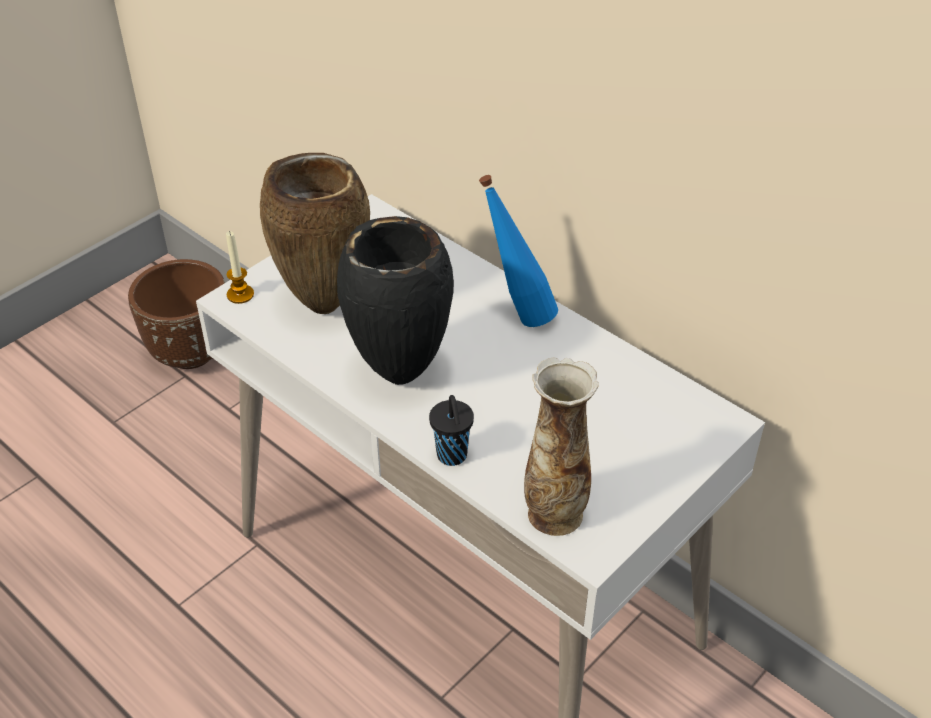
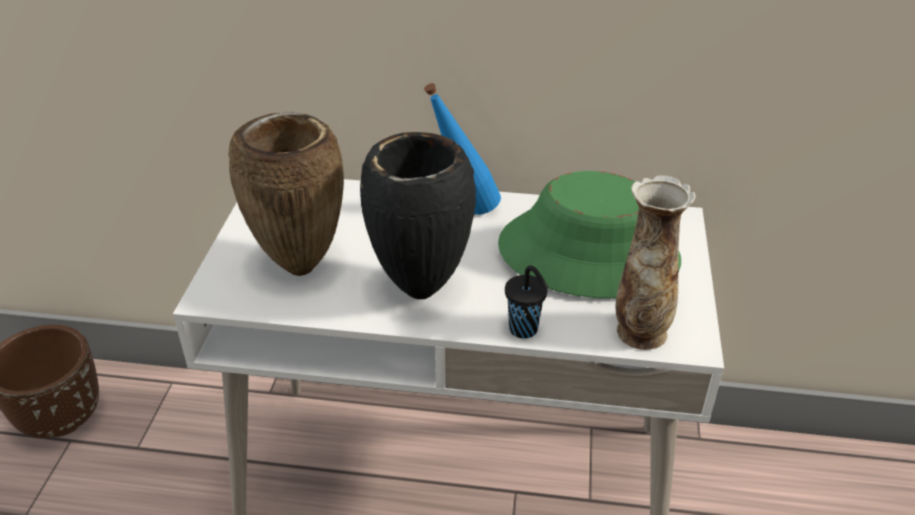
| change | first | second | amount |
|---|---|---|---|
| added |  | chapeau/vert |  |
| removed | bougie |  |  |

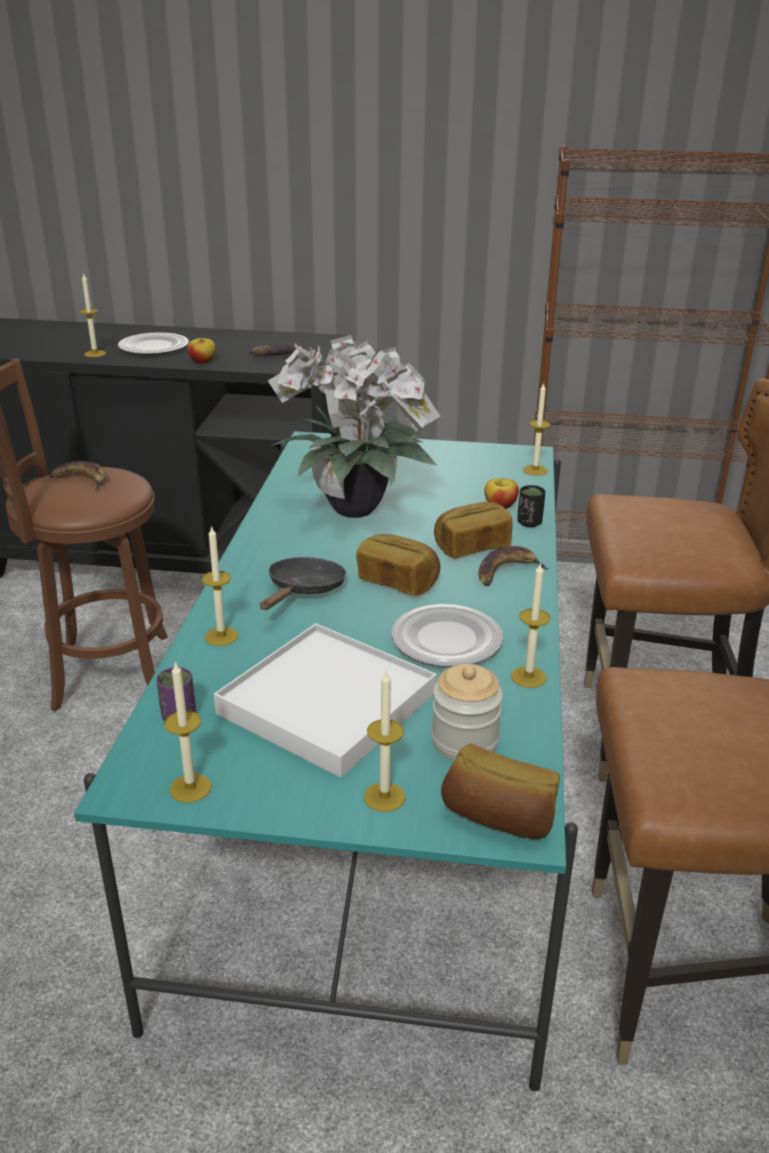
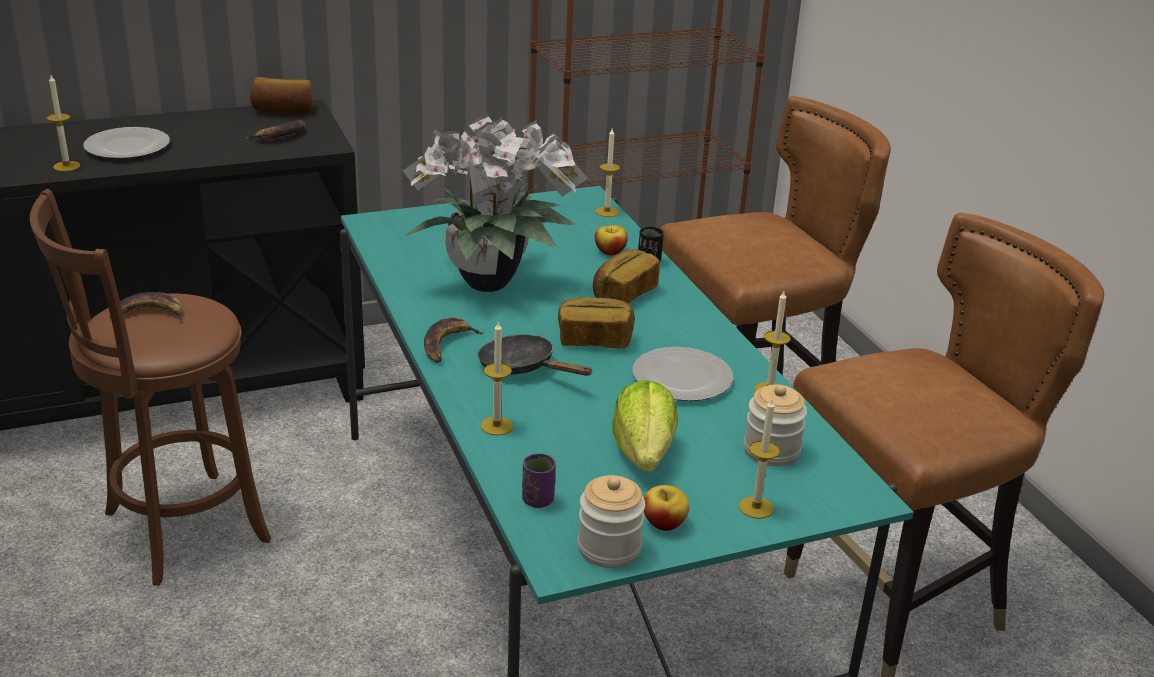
| change | first | second | amount |
|---|---|---|---|
| moved | pain (3rd from left in the first image) | pain (1st from left) |  |
| moved | banane (3rd from left) |  |  |
| turned | poêle/noir |  | 45 degrees counterclockwise |
| replaced | bougie (2nd from left) | bocal (1st from left) |  |
| replaced | plateau/blanc | laitue |  |
| moved | pomme (1st from left in the first image) | pomme (2nd from left) |  |

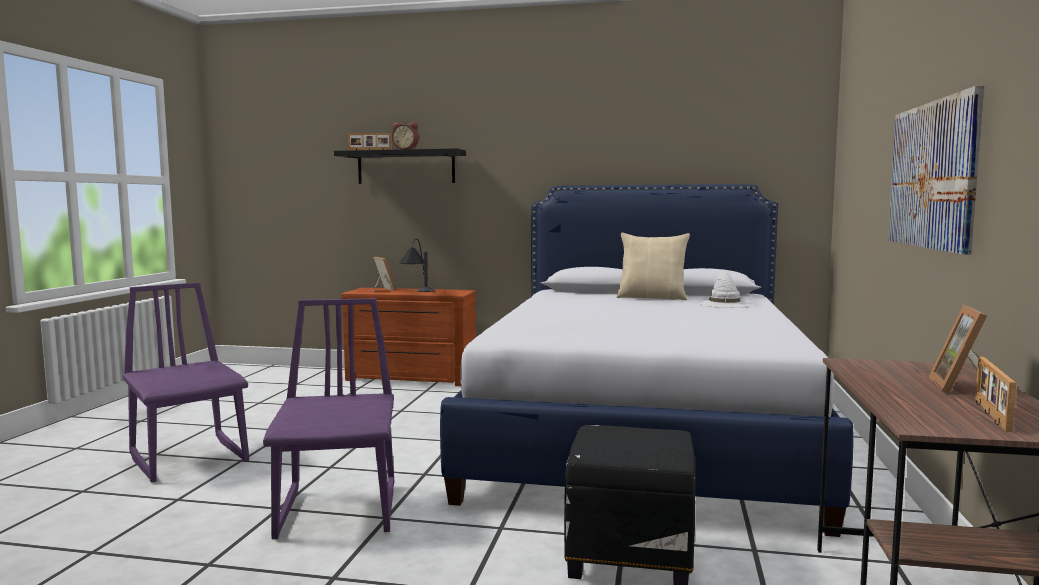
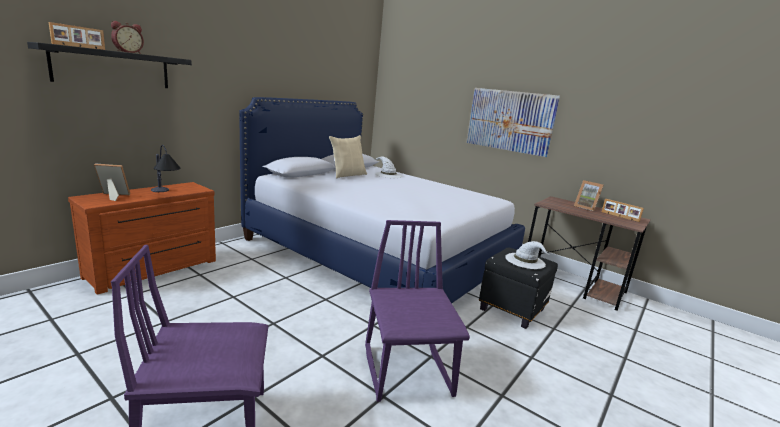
| change | first | second | amount |
|---|---|---|---|
| turned | chaise/violet (2nd from left) |  | 60 degrees clockwise |
| added |  | chapeau/blanc (2nd from left) |  |

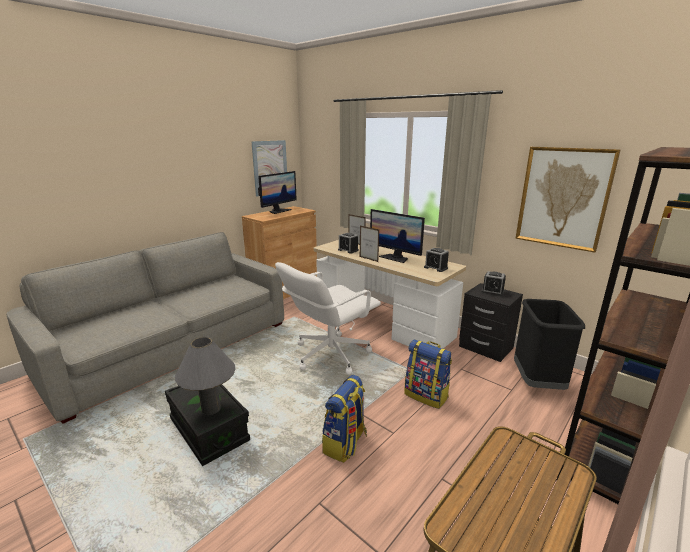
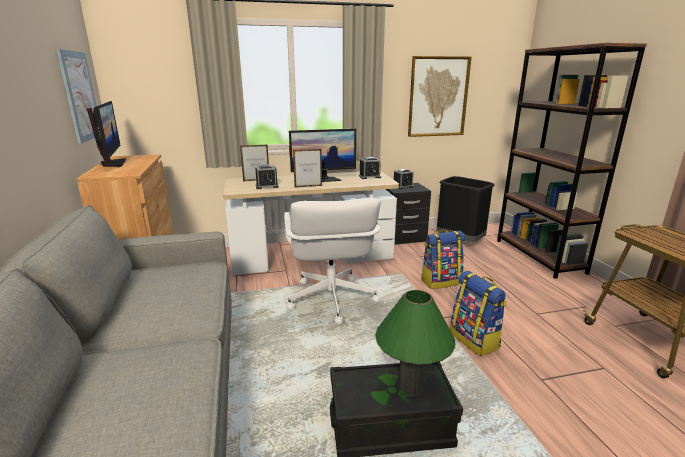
| change | first | second | amount |
|---|---|---|---|
| recoloured | lampe de table/gris | lampe de table/vert |  |

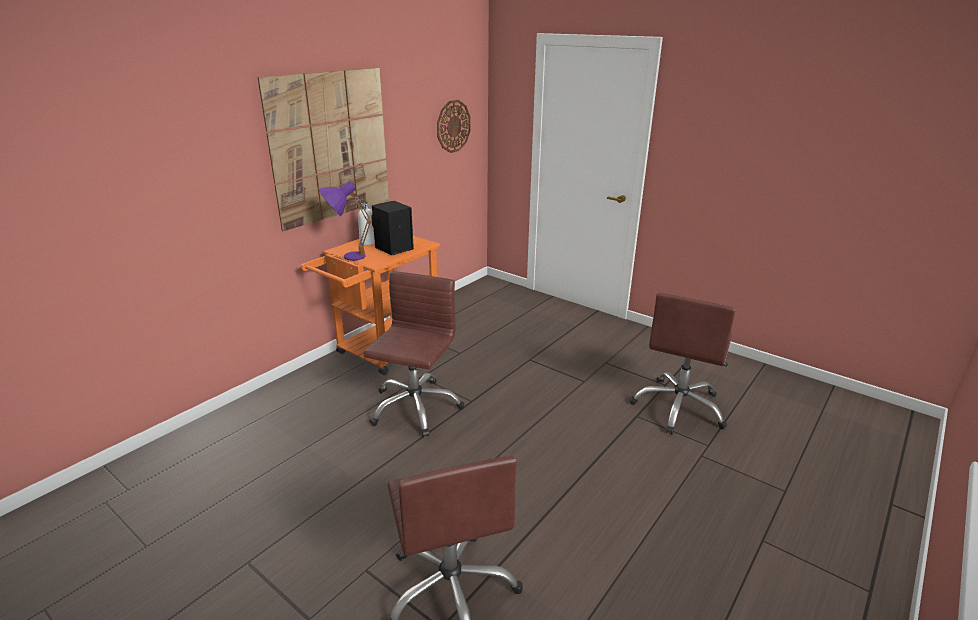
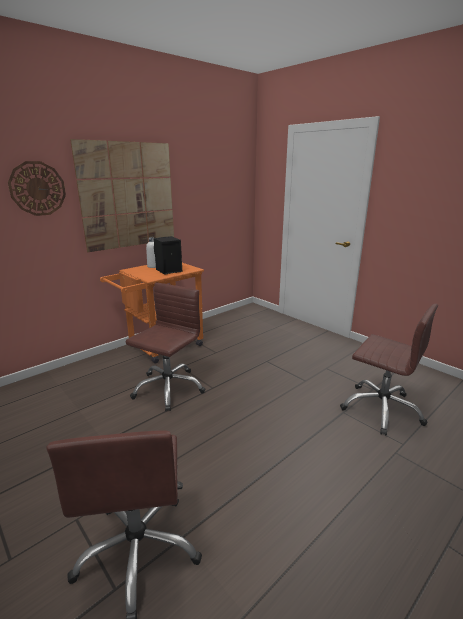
| change | first | second | amount |
|---|---|---|---|
| moved | horloge murale |  |  |
| turned | chaise de bureau/marron (3rd from left) |  | 90 degrees counterclockwise |
| removed | lampe de table/violet |  |  |

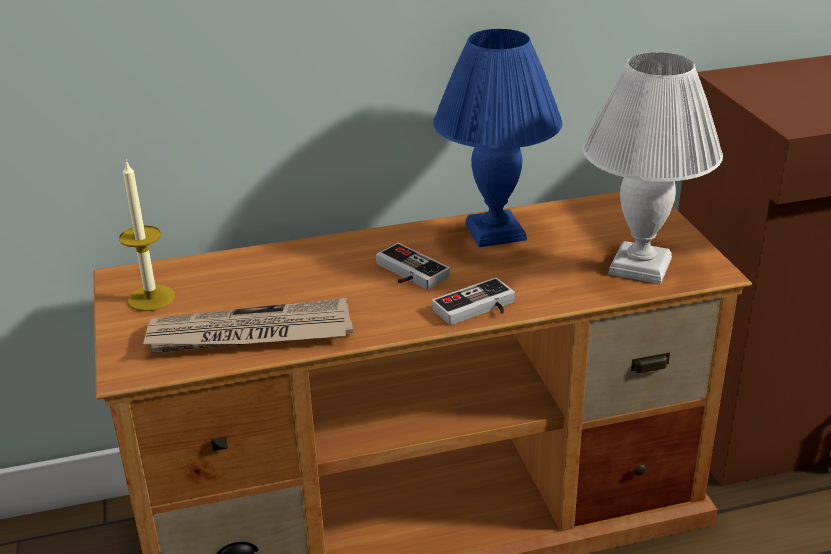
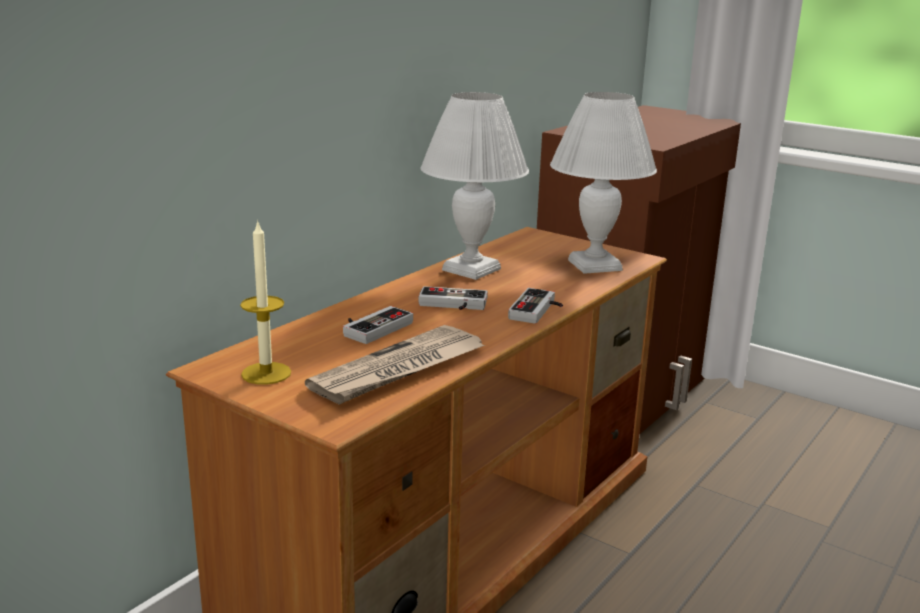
| change | first | second | amount |
|---|---|---|---|
| added |  | manette (1st from left) |  |
| recoloured | lampe de table/bleu | lampe de table/blanc (1st from left) |  |

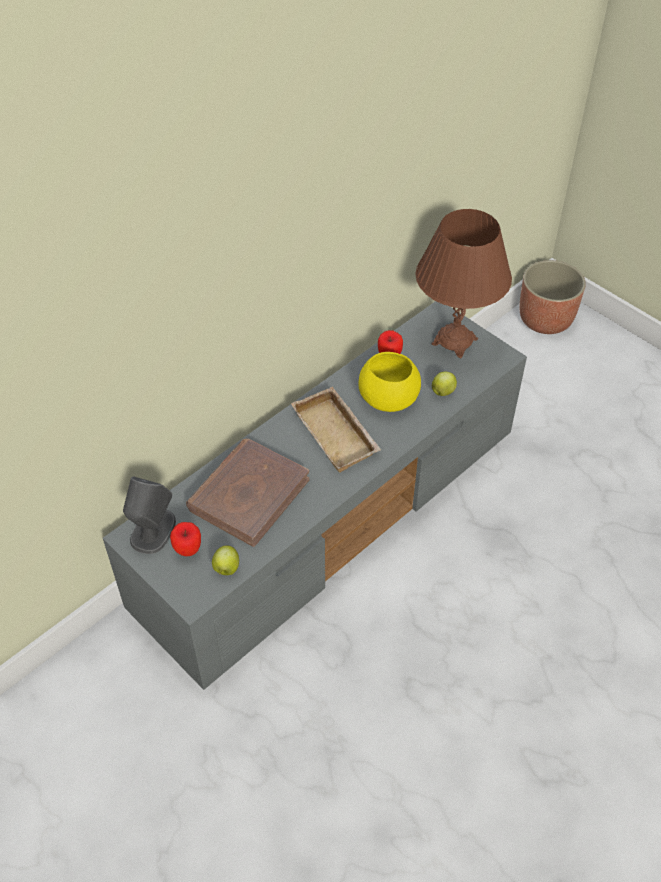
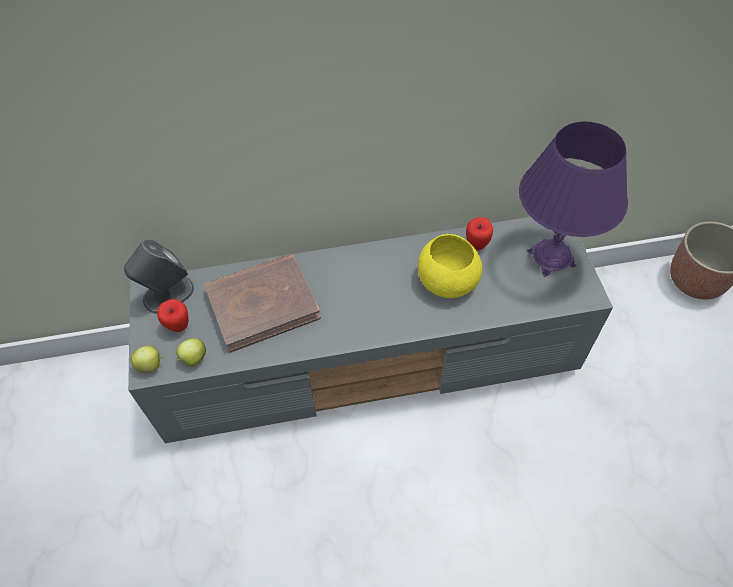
| change | first | second | amount |
|---|---|---|---|
| moved | pomme (4th from left in the first image) | pomme (1st from left) |  |
| recoloured | lampe de table/marron | lampe de table/violet |  |
| removed | plateau/beige |  |  |

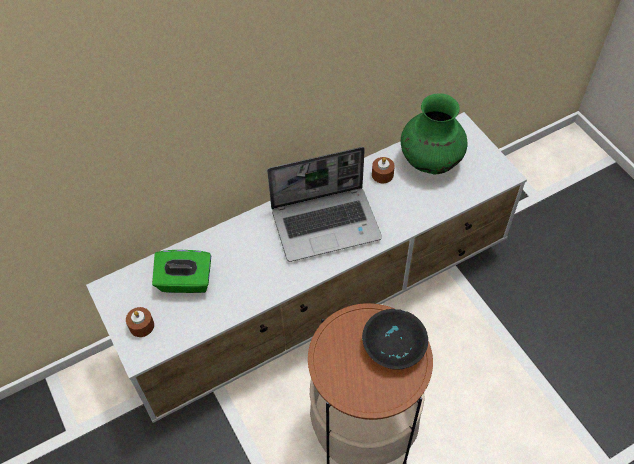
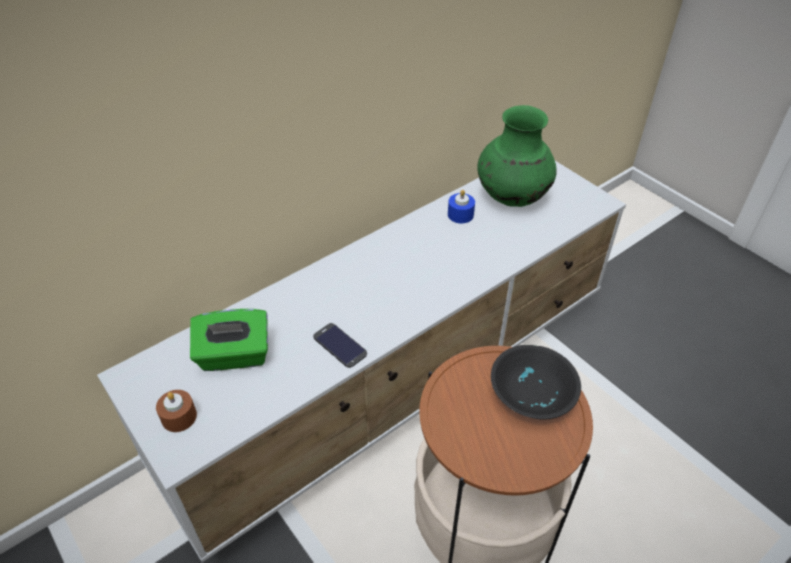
| change | first | second | amount |
|---|---|---|---|
| added |  | téléphone |  |
| recoloured | bougie/marron (2nd from left) | bougie/bleu |  |
| removed | ordinateur portable |  |  |

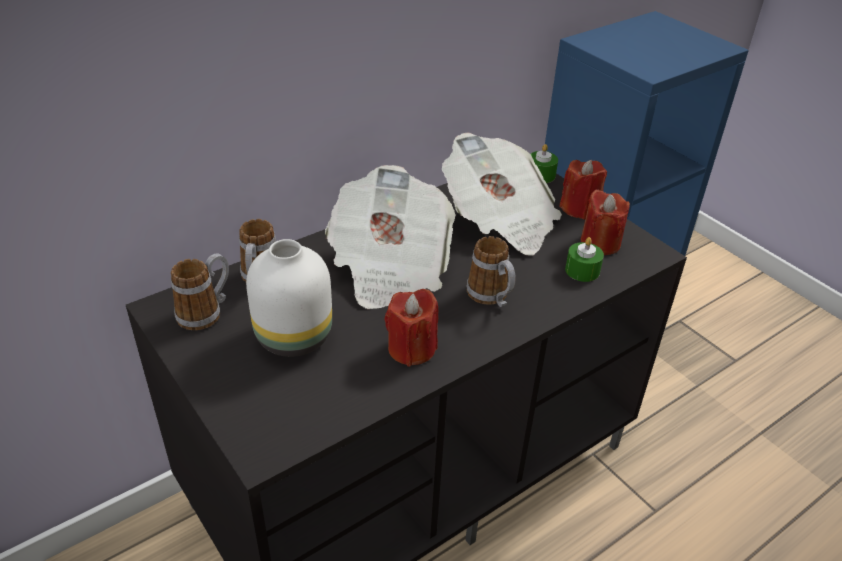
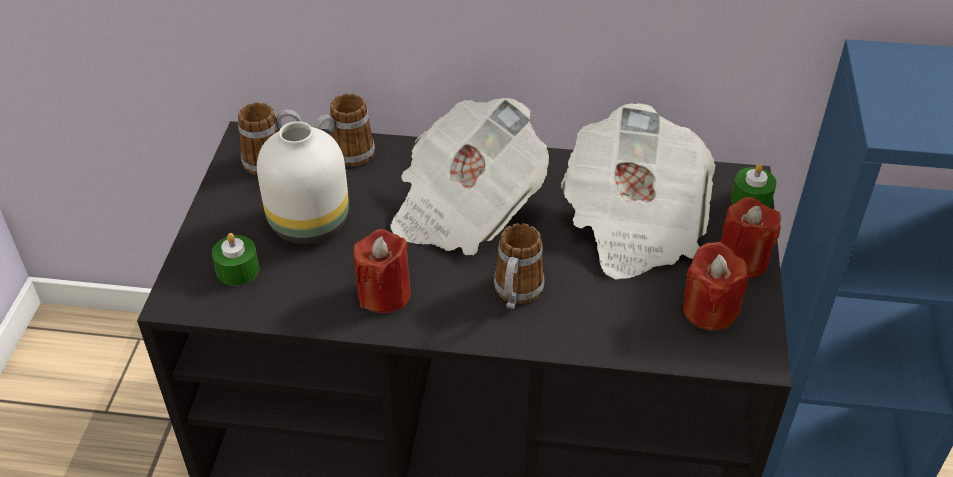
| change | first | second | amount |
|---|---|---|---|
| moved | bougie/vert (2nd from left in the first image) | bougie/vert (1st from left) |  |

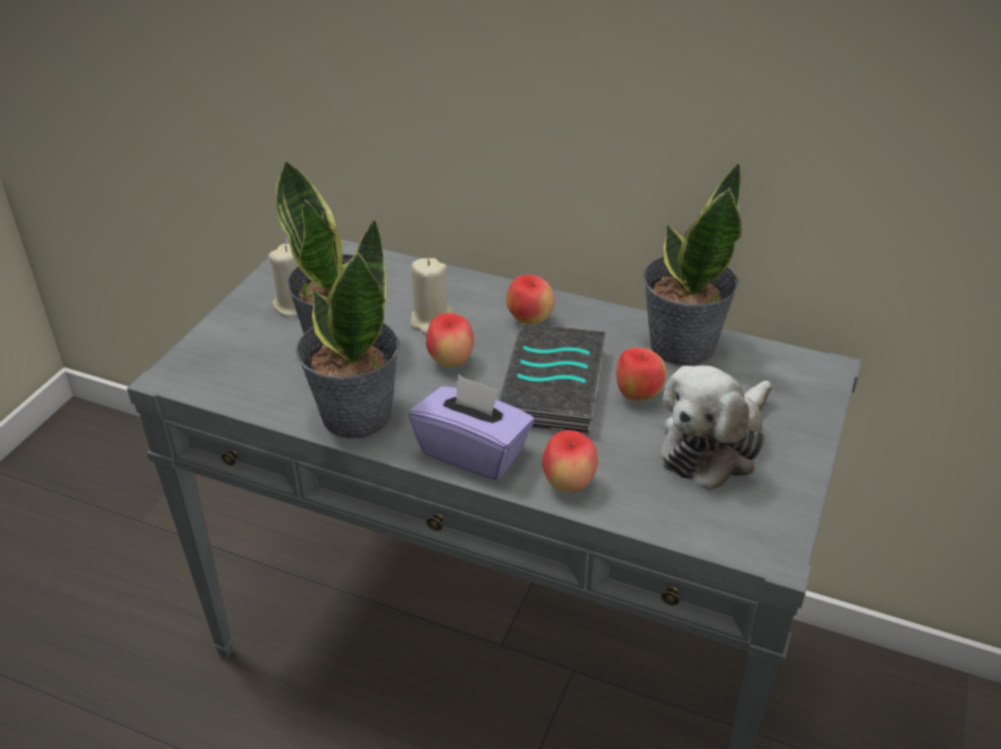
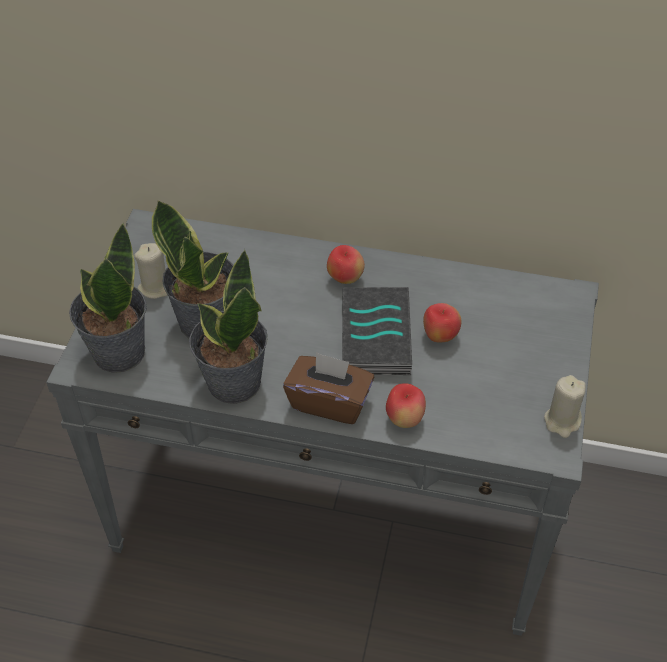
| change | first | second | amount |
|---|---|---|---|
| moved | plante en pot (3rd from left in the first image) | plante en pot (1st from left) |  |
| recoloured | boîte à mouchoirs/violet | boîte à mouchoirs/marron |  |
| moved | bougie/beige (2nd from left) |  |  |
| removed | pomme (1st from left) |  |  |
| removed | peluche |  |  |

